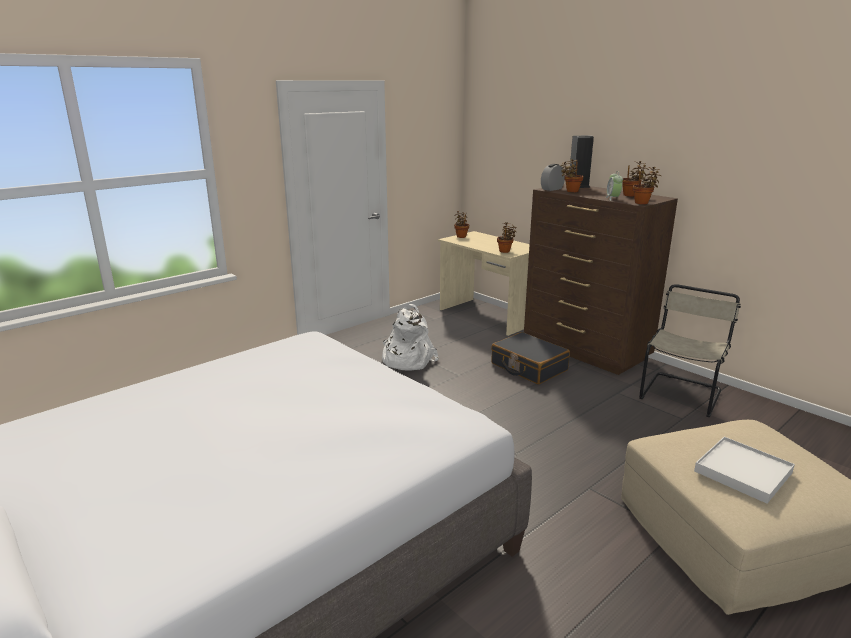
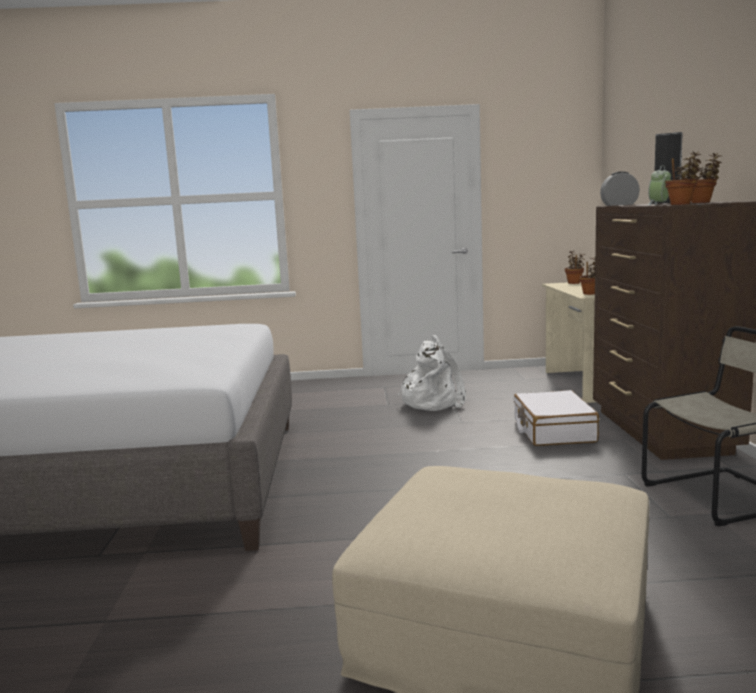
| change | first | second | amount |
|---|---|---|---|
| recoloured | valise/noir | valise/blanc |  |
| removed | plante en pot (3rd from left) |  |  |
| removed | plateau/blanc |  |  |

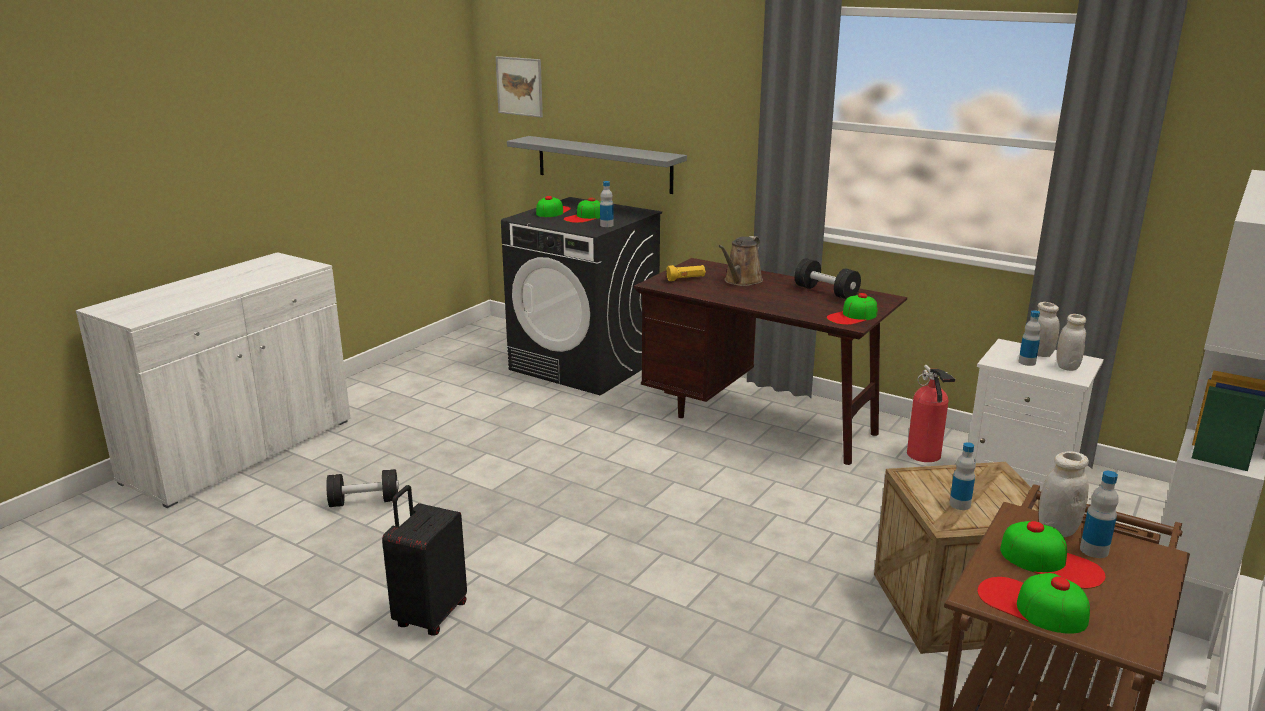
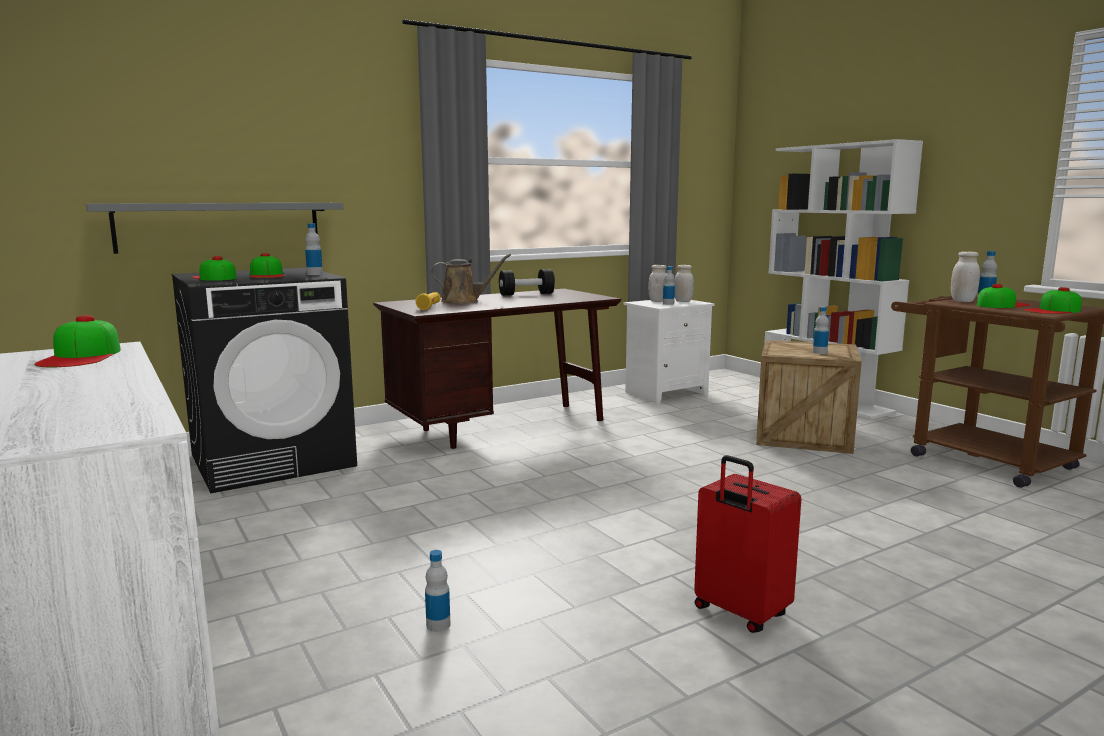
| change | first | second | amount |
|---|---|---|---|
| moved | casquette (3rd from left in the first image) | casquette (1st from left) |  |
| replaced | haltère/noir (1st from left) | bouteille (2nd from left) |  |
| turned | arrosoir/marron |  | 60 degrees counterclockwise |
| recoloured | valise/noir | valise/rouge |  |
| removed | tableau |  |  |
| removed | extincteur |  |  |

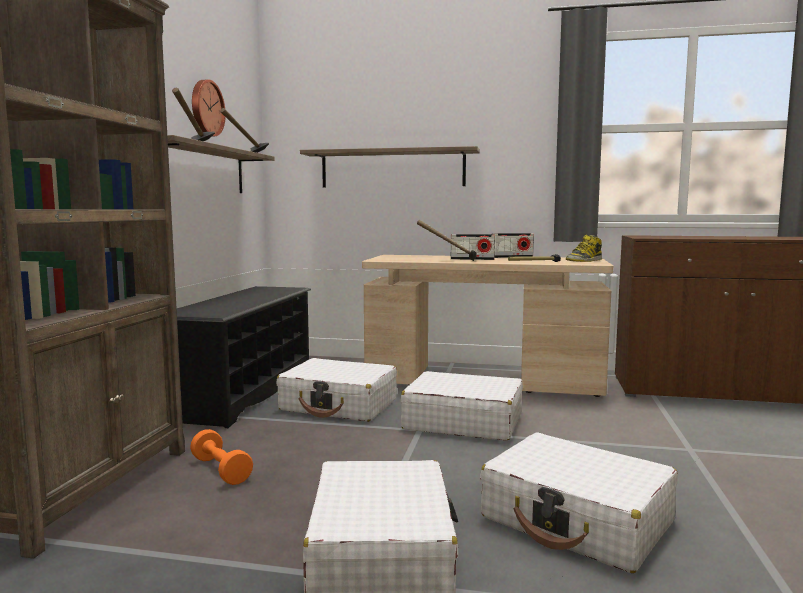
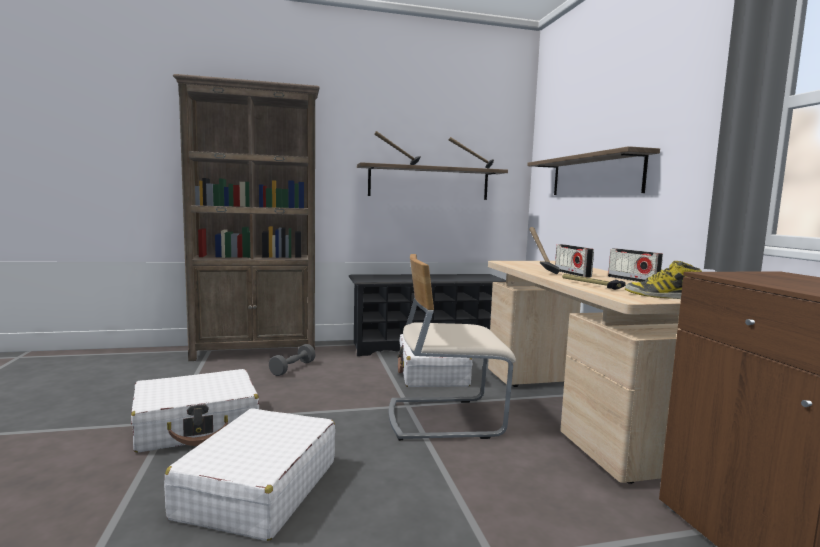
| change | first | second | amount |
|---|---|---|---|
| recoloured | haltère/orange | haltère/gris |  |
| replaced | valise/blanc (3rd from left) | chaise/beige |  |
| removed | horloge murale |  |  |

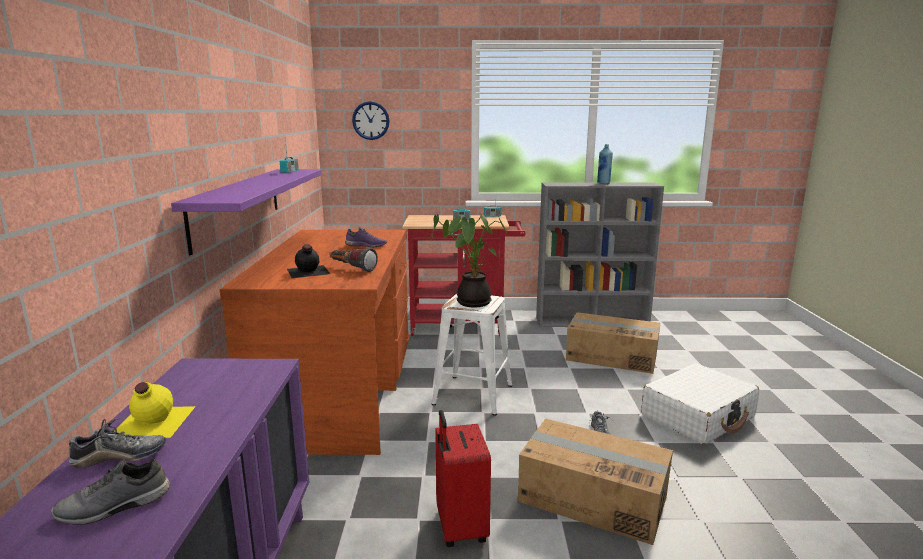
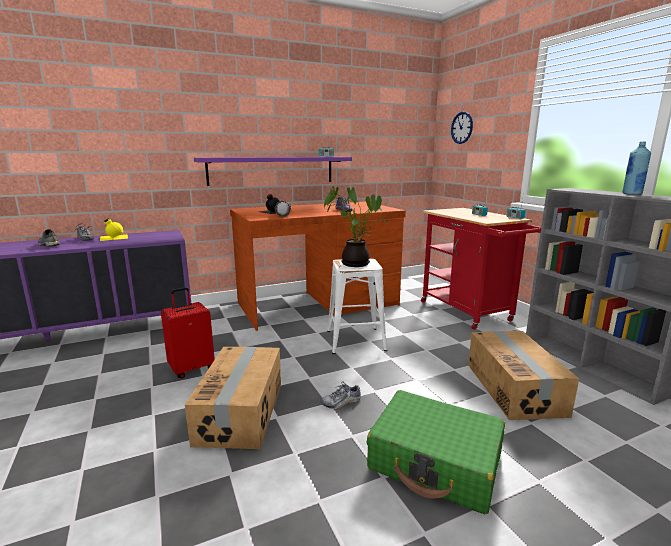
| change | first | second | amount |
|---|---|---|---|
| recoloured | valise/blanc | valise/vert |  |

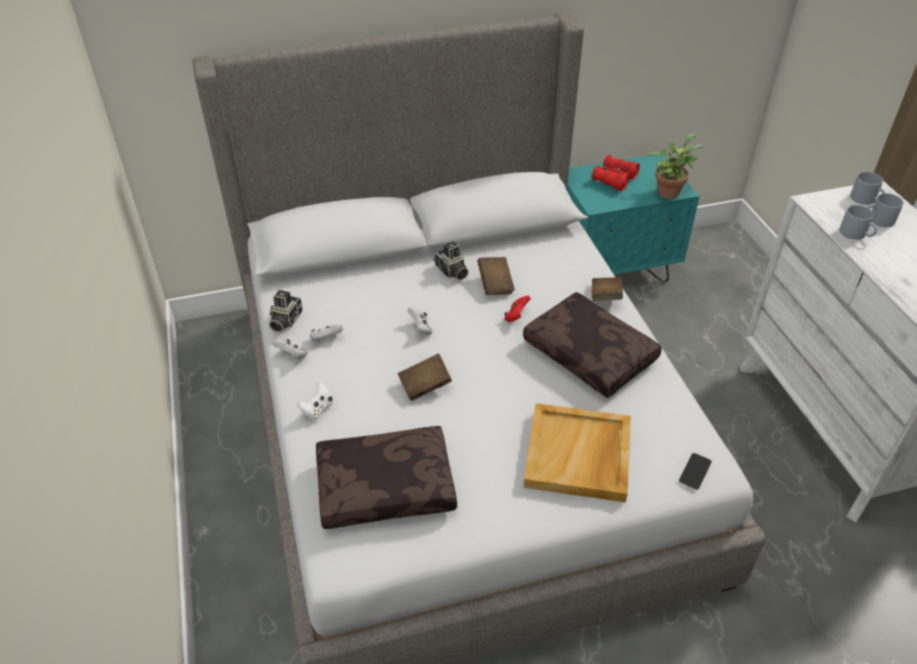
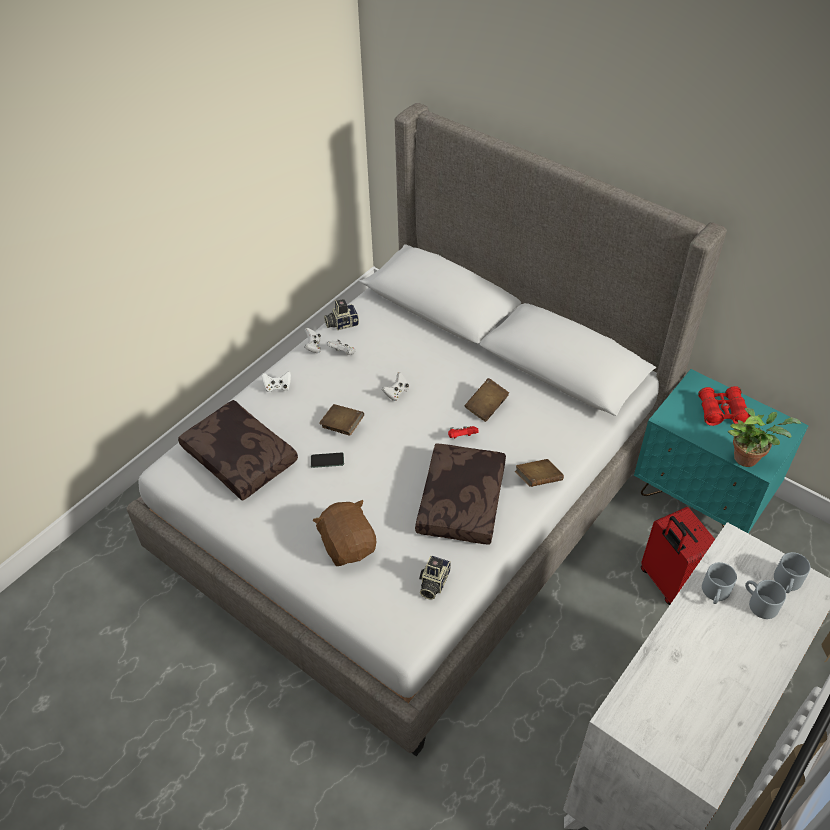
| change | first | second | amount |
|---|---|---|---|
| moved | téléphone |  |  |
| replaced | plateau/beige | peluche/marron |  |
| moved | appareil photo (2nd from left) |  |  |
| added |  | valise/rouge |  |

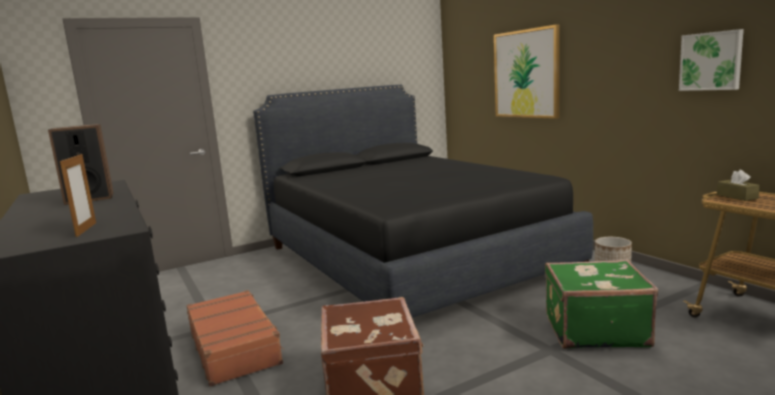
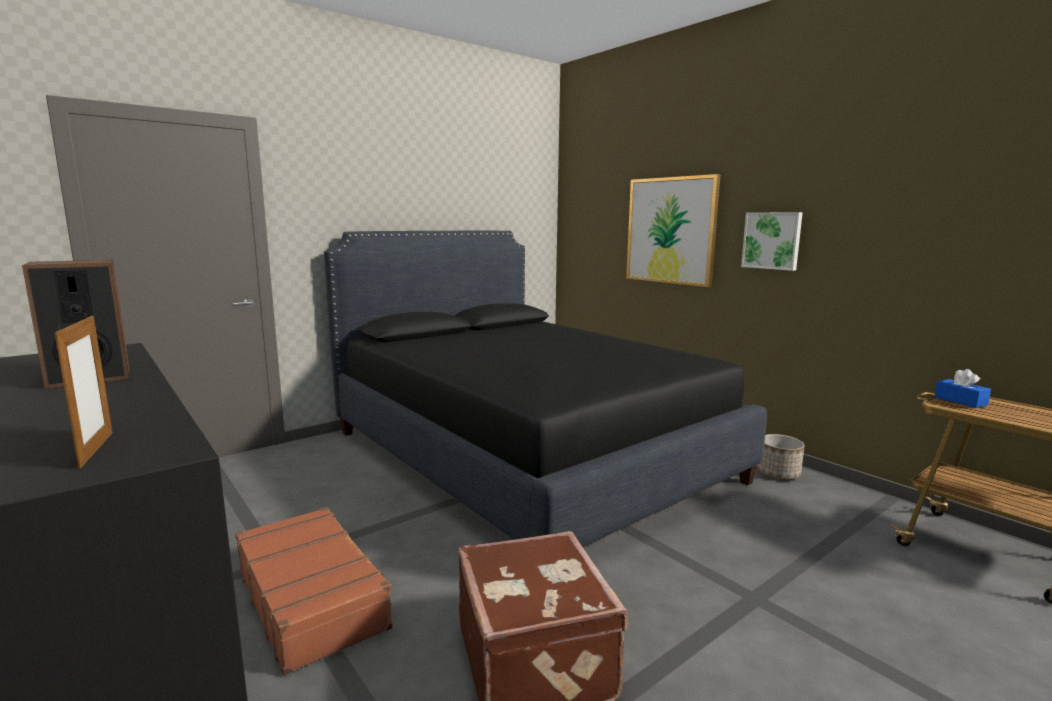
| change | first | second | amount |
|---|---|---|---|
| moved | tableau (2nd from left) |  |  |
| recoloured | boîte à mouchoirs/marron | boîte à mouchoirs/bleu |  |
| removed | valise/vert |  |  |

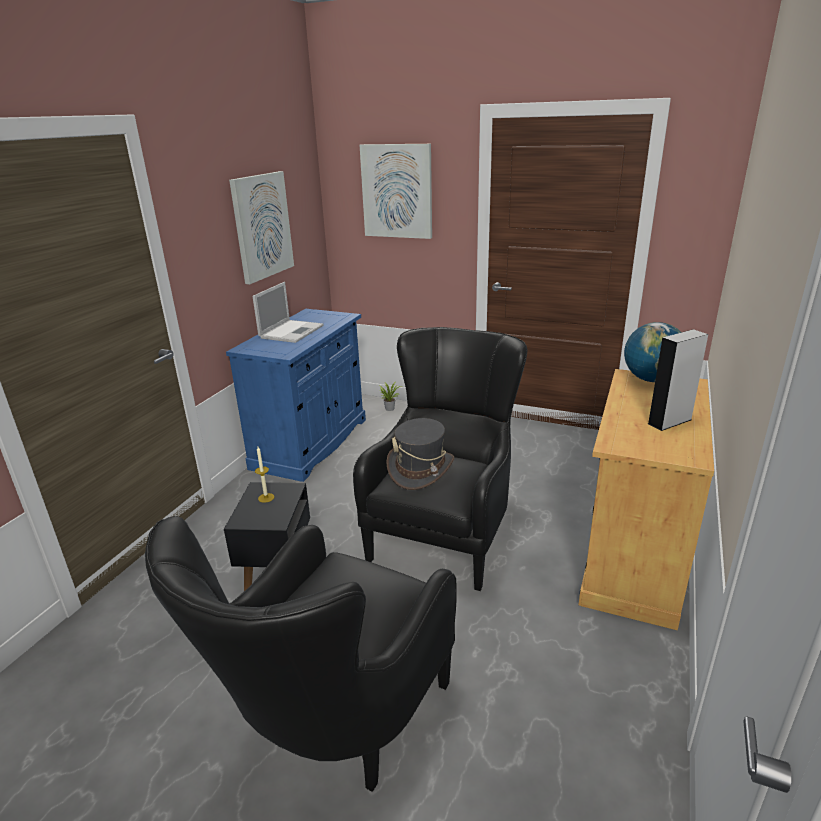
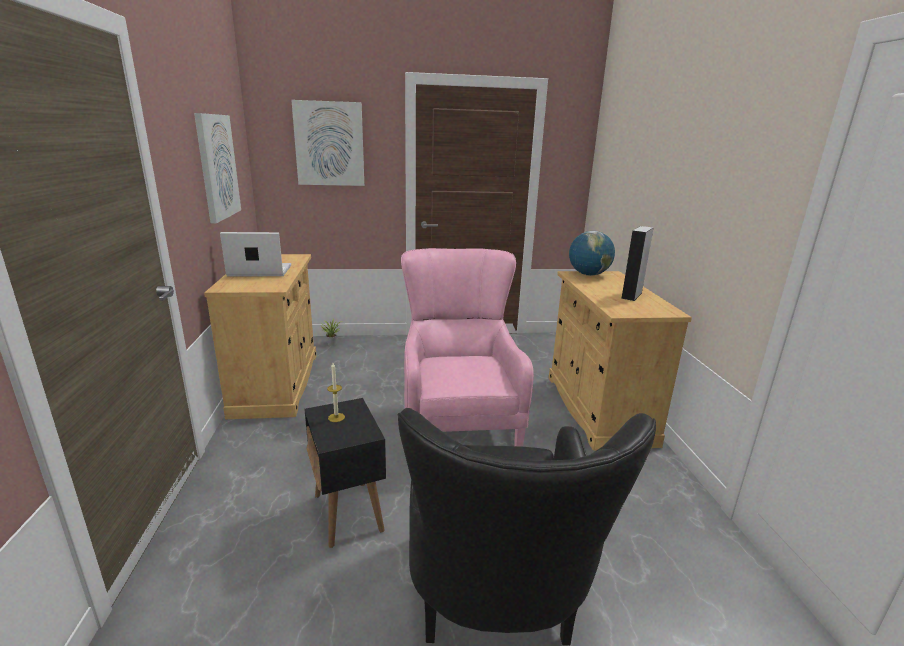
| change | first | second | amount |
|---|---|---|---|
| recoloured | meuble de rangement/bleu | meuble de rangement/beige (1st from left) |  |
| turned | ordinateur portable |  | 90 degrees counterclockwise |
| recoloured | fauteuil/noir (2nd from left) | fauteuil/rose |  |
| removed | chapeau/gris |  |  |

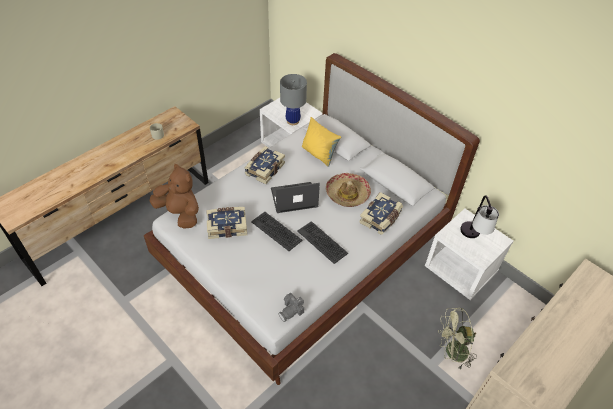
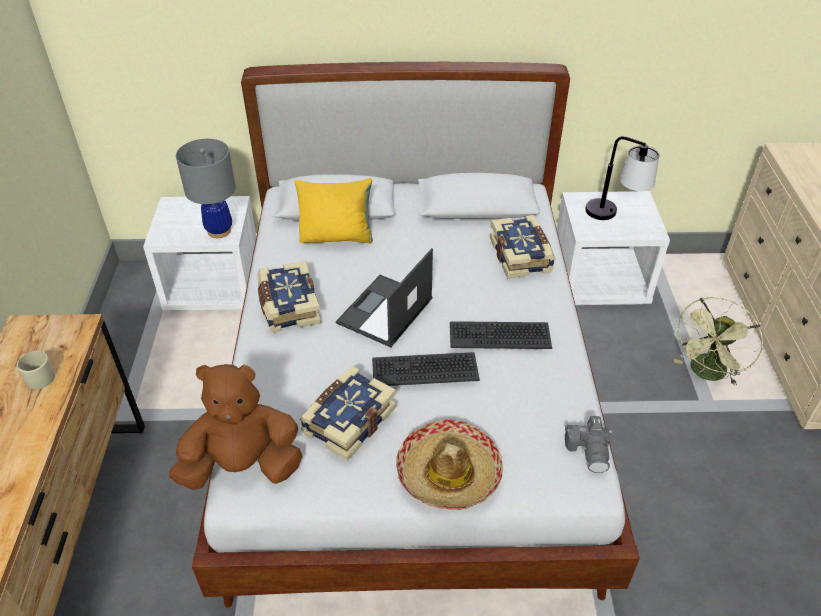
| change | first | second | amount |
|---|---|---|---|
| moved | chapeau |  |  |

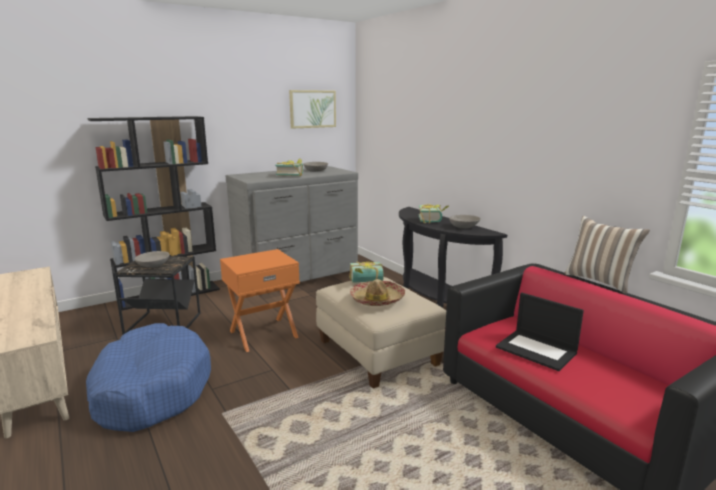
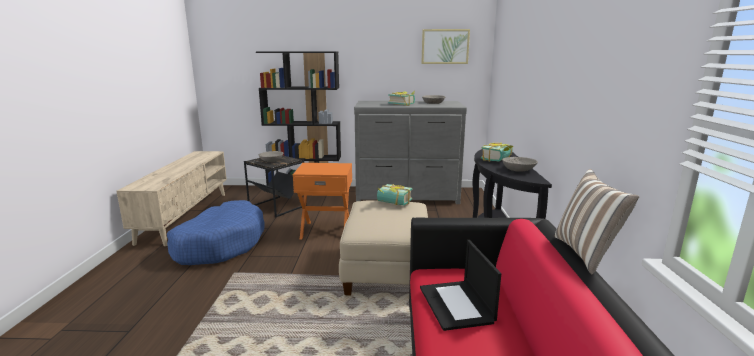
| change | first | second | amount |
|---|---|---|---|
| removed | chapeau |  |  |

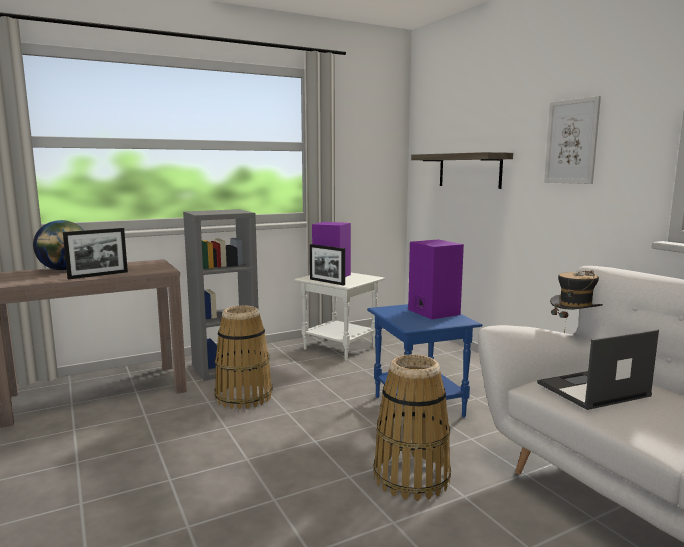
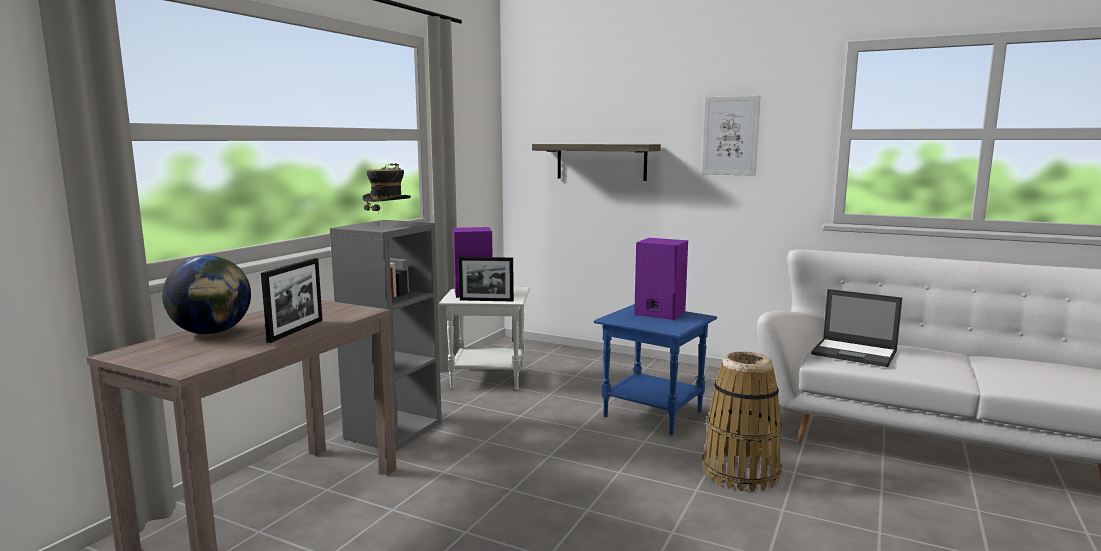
| change | first | second | amount |
|---|---|---|---|
| moved | chapeau |  |  |
| turned | ordinateur portable |  | 90 degrees counterclockwise |
| removed | panier (1st from left) |  |  |

